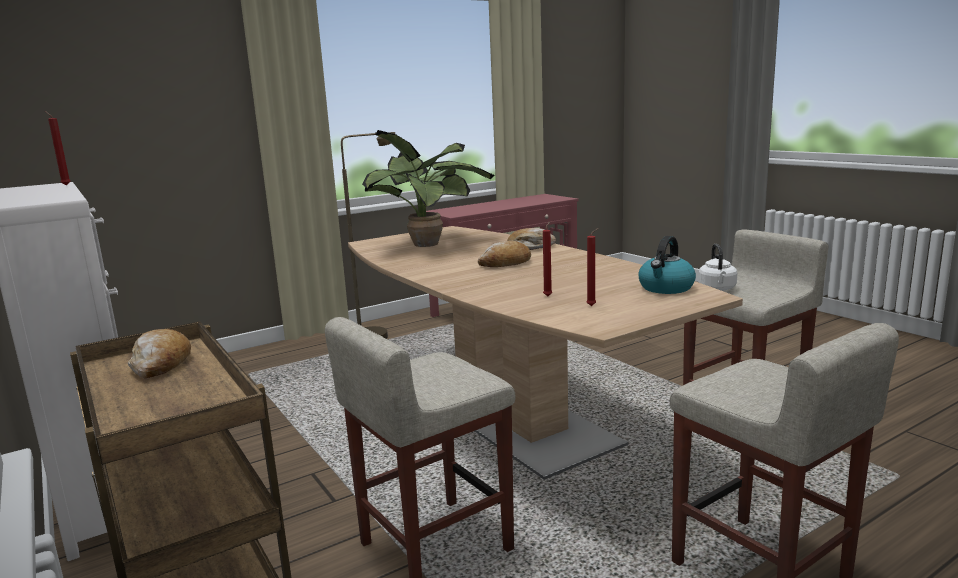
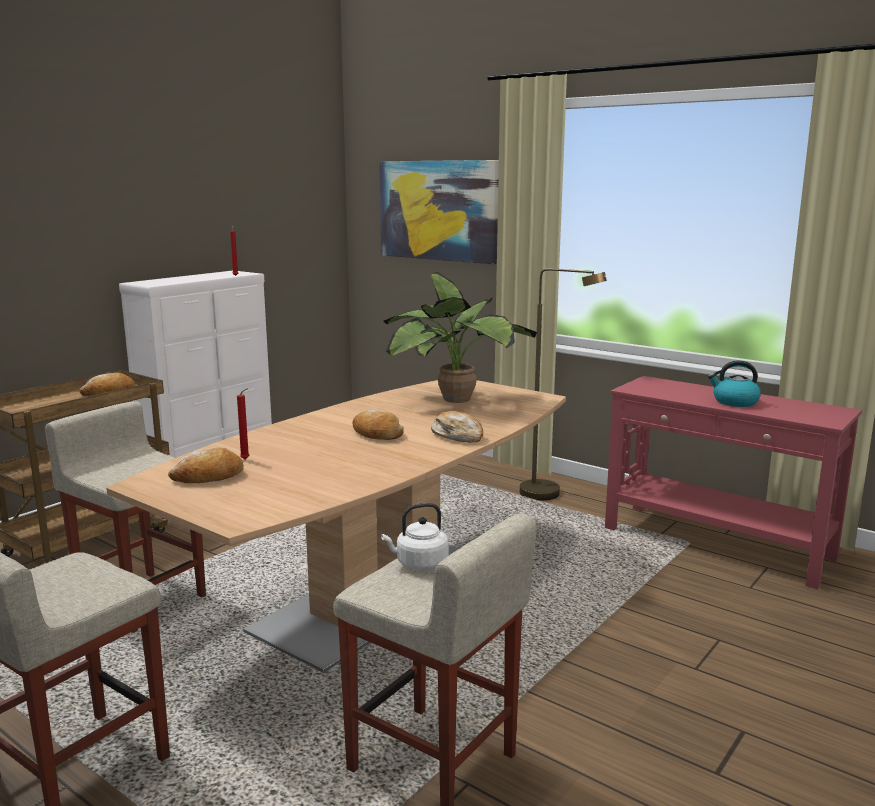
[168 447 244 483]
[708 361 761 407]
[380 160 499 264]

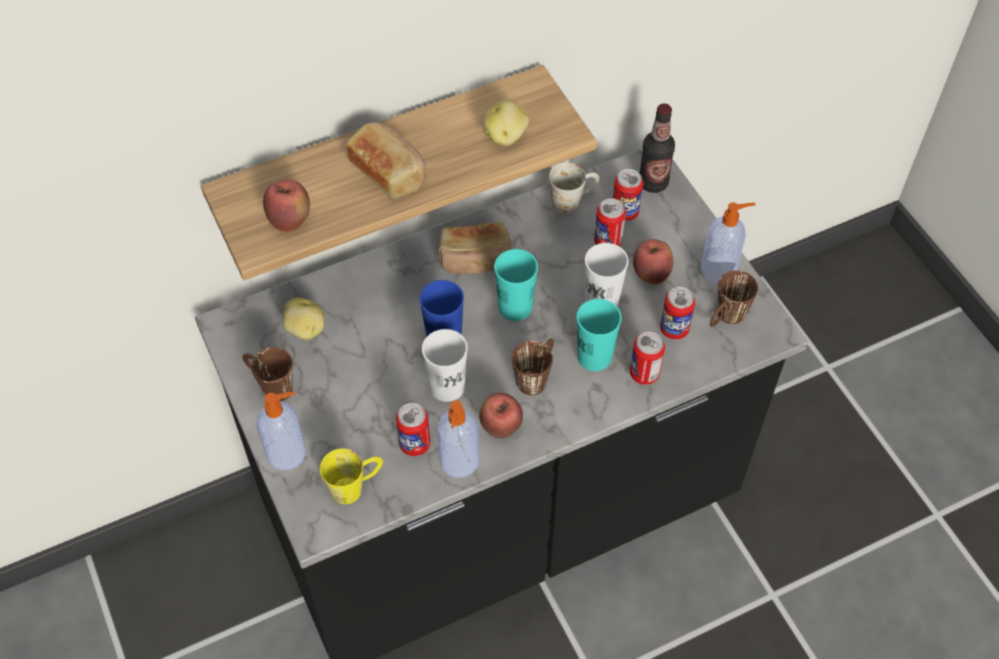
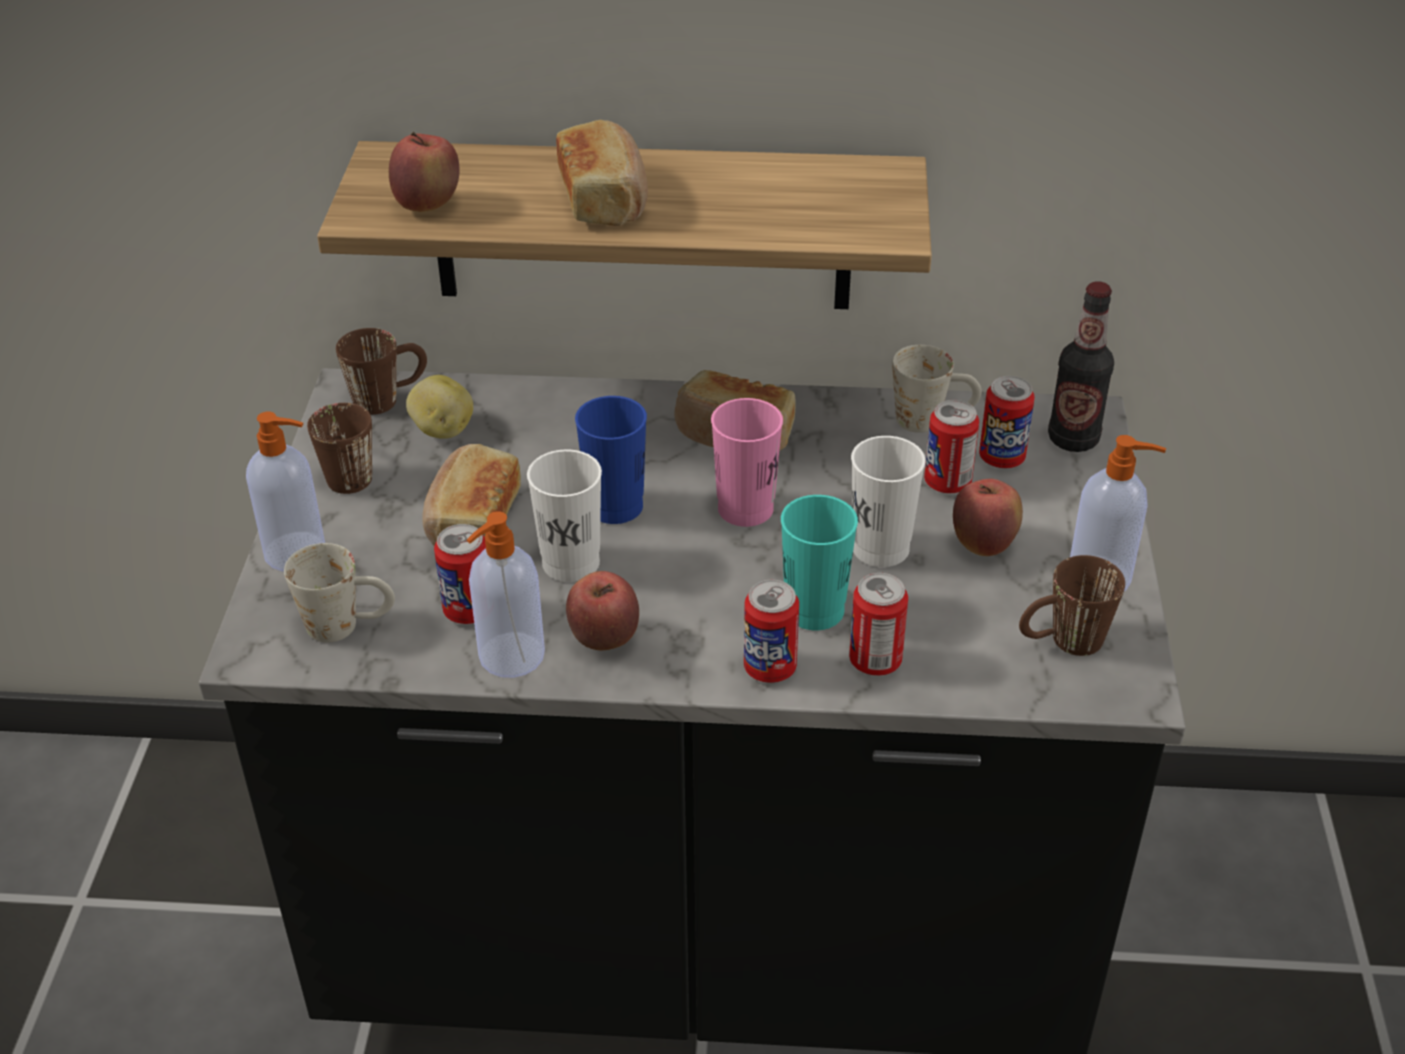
[284 543 395 643]
[483 100 529 146] (first image)
[711 398 783 527]
[336 328 427 415]
[744 580 799 683]
[422 444 521 546]

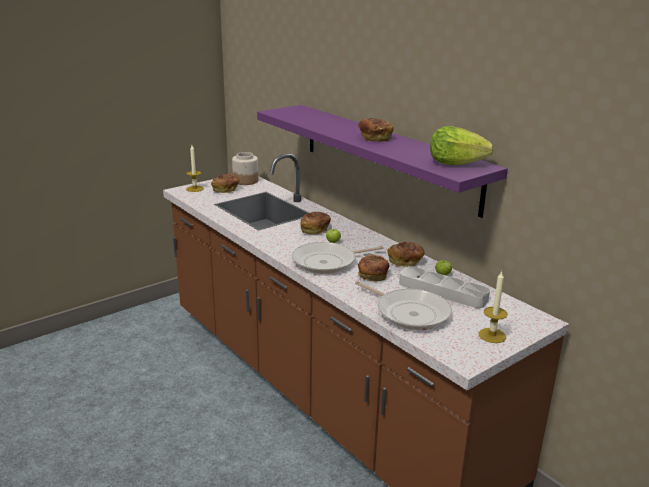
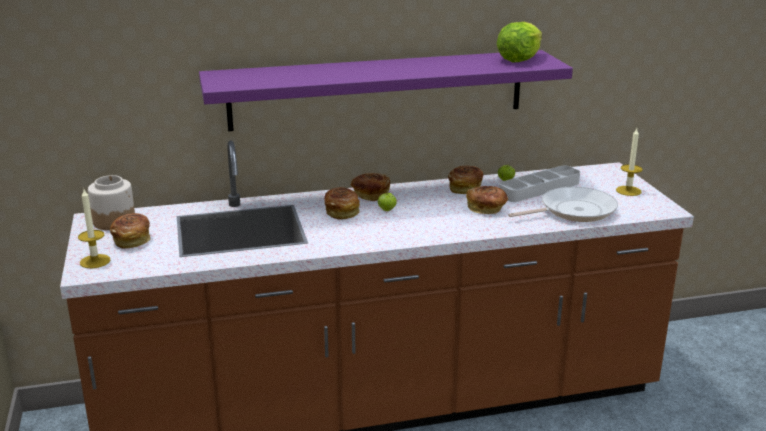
[292 242 384 274] (first image)
[351 173 390 201]

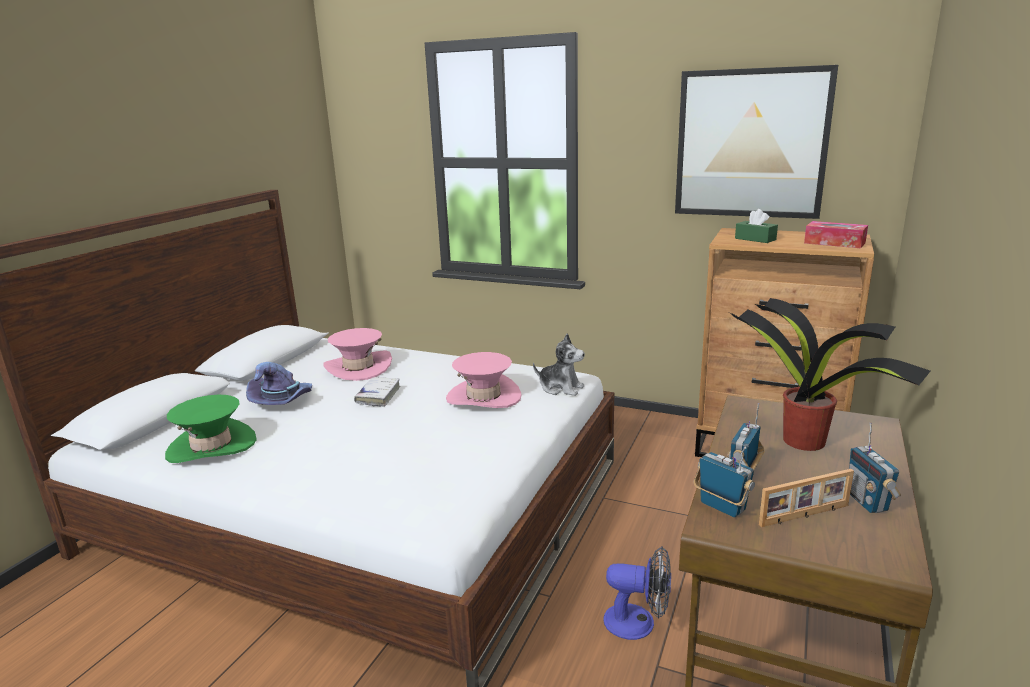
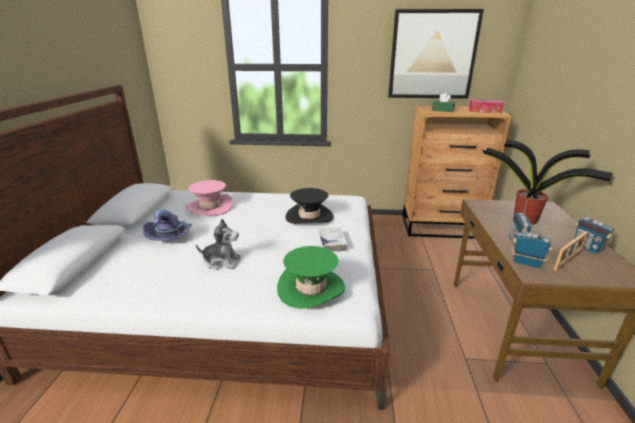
[277 246 345 309]
[319 228 348 251]
[285 188 333 224]
[196 219 241 270]
[603 547 671 640] (first image)

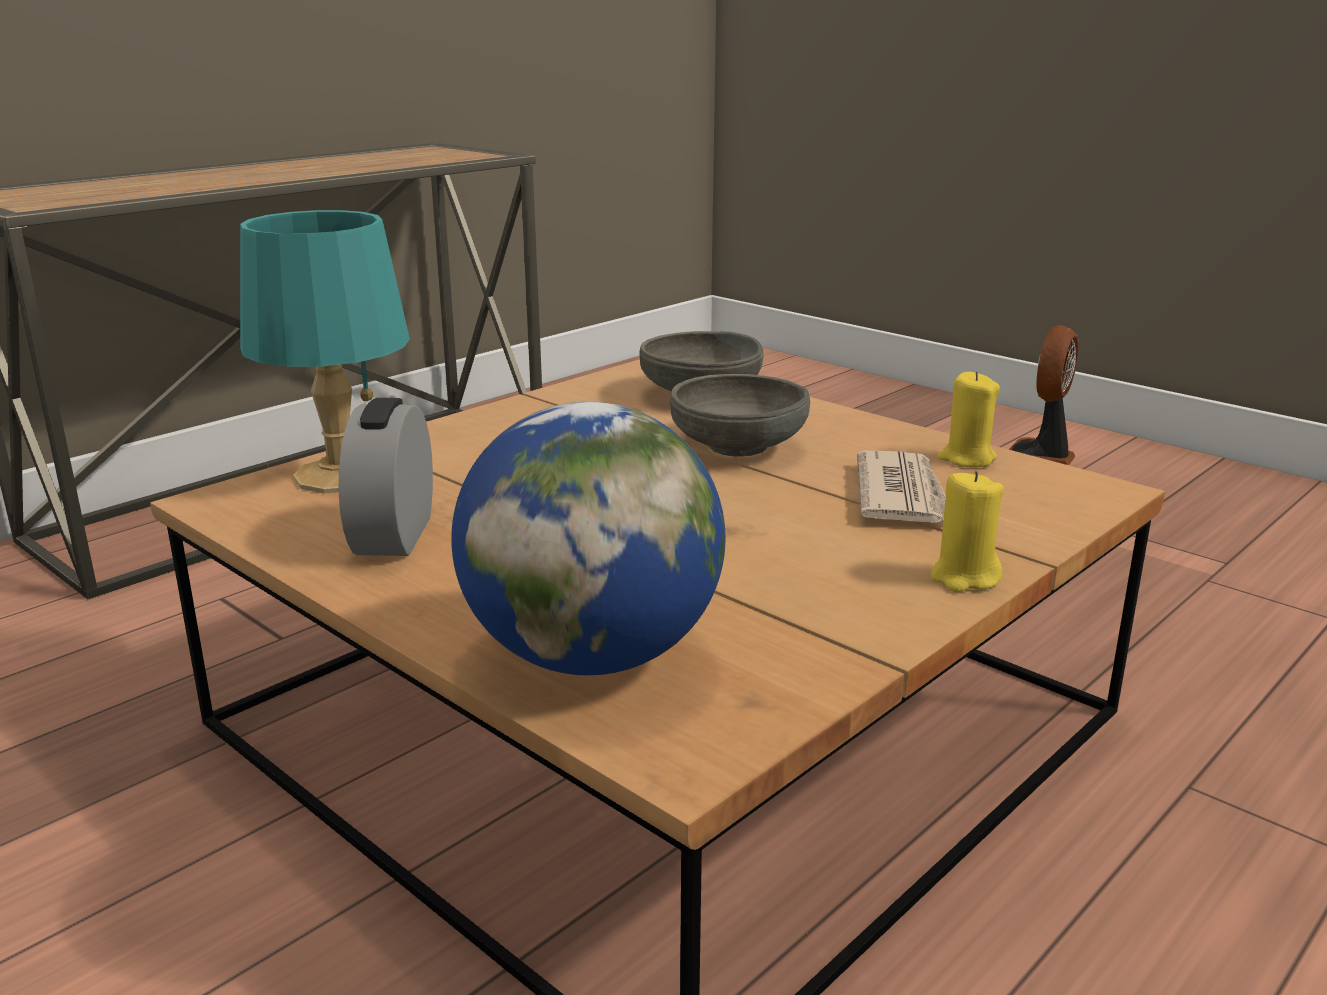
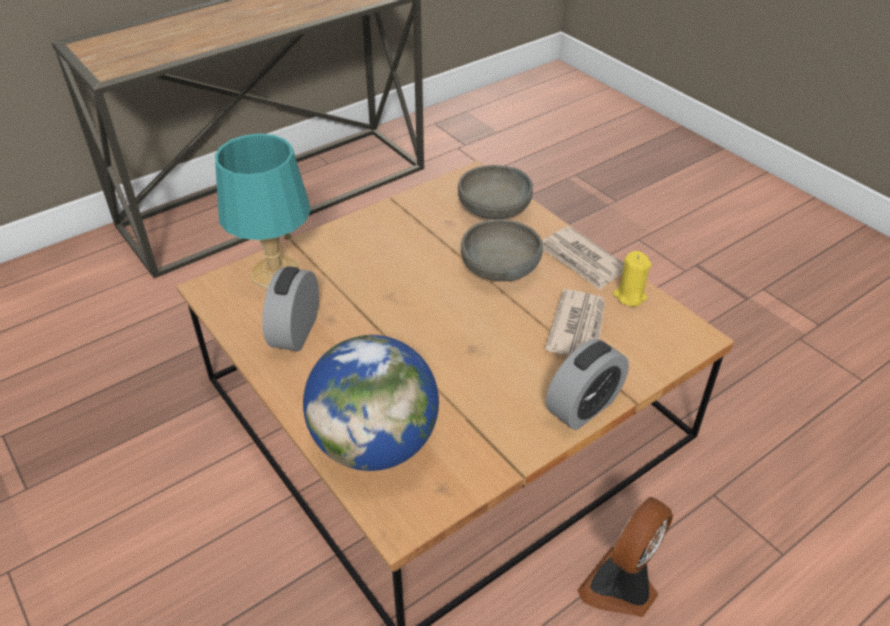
[546 339 629 430]
[577 497 673 617]
[542 226 624 290]

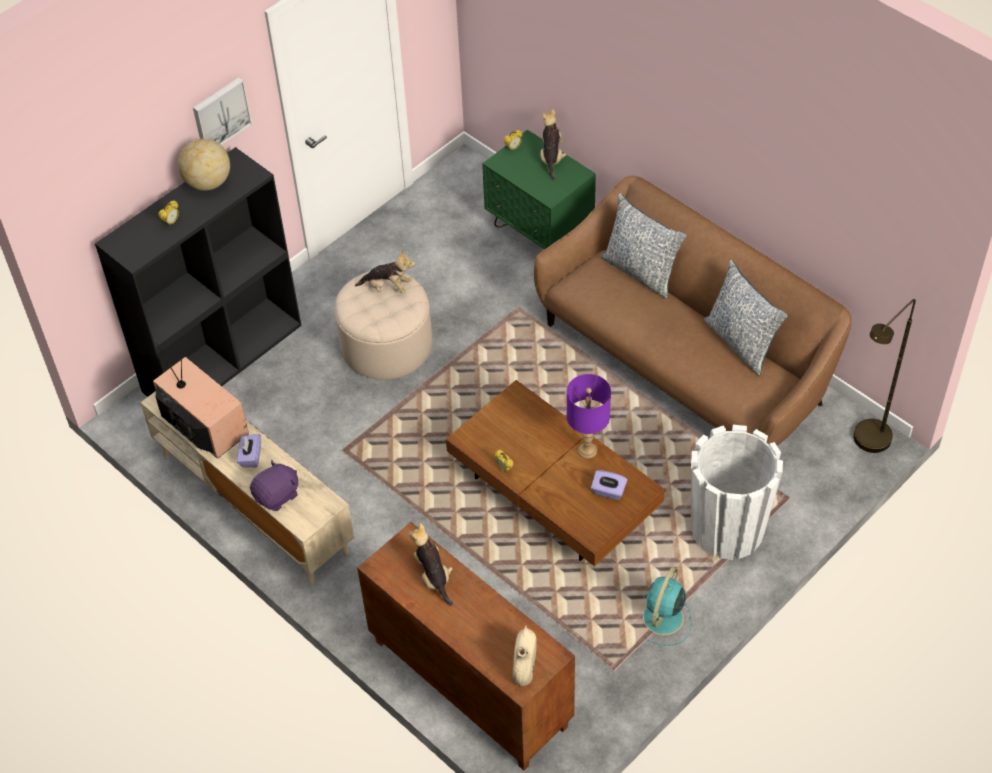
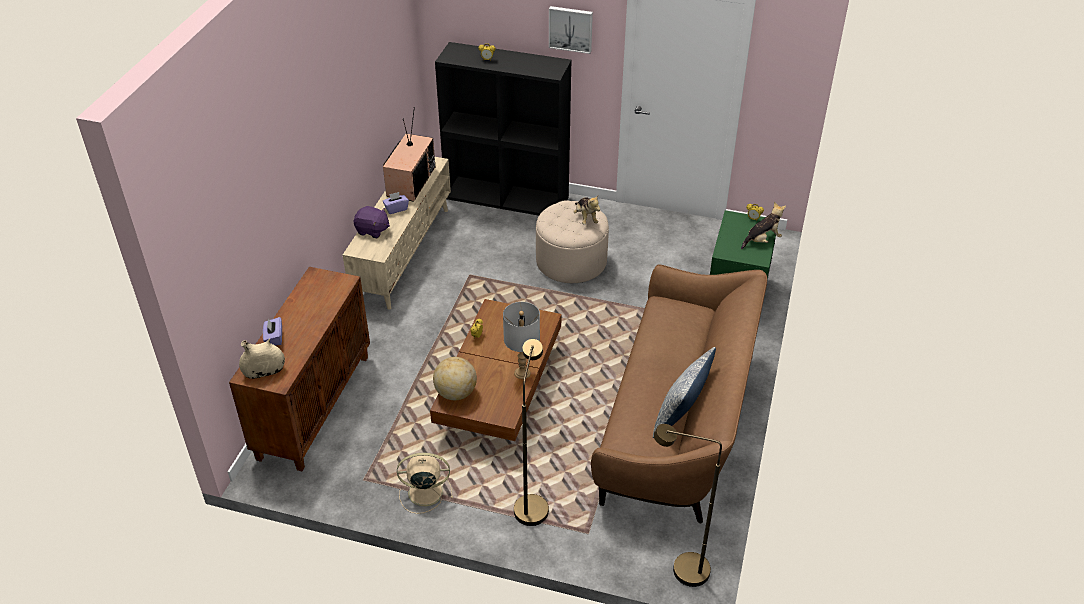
[433 357 477 400]
[409 523 453 606] (first image)
[503 302 540 379]
[263 317 282 346]
[601 193 687 299] (first image)
[397 453 453 514]
[514 339 549 526]

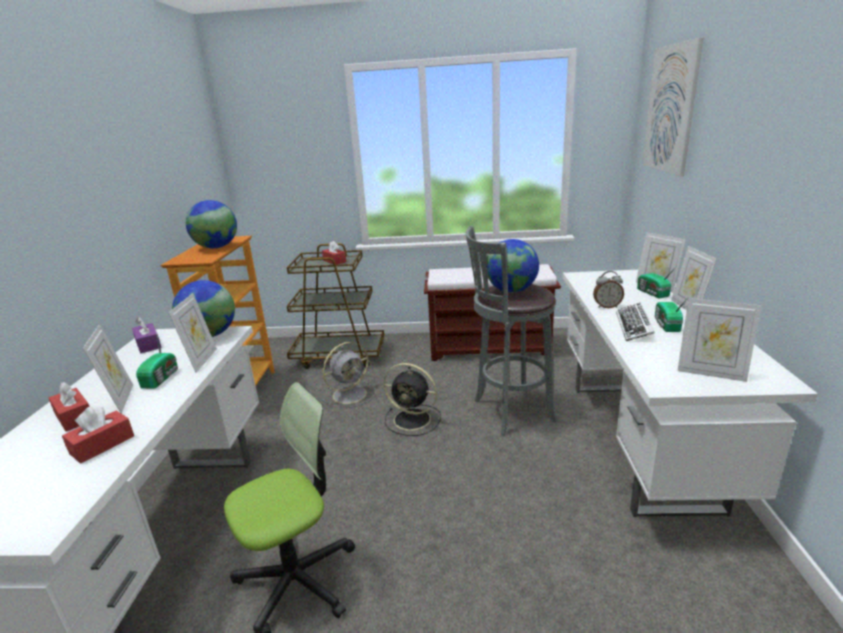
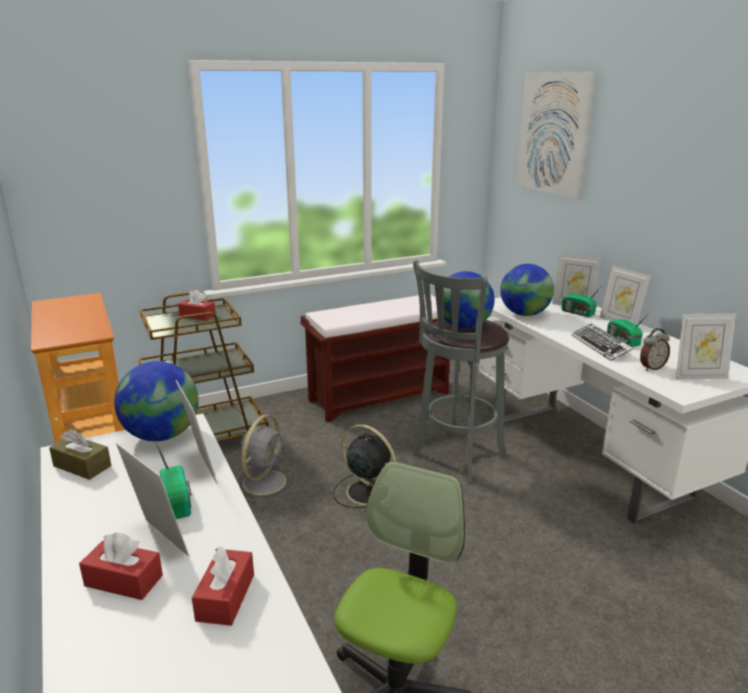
[49 428 111 480]
[500 264 554 316]
[333 424 396 508]
[640 328 670 371]

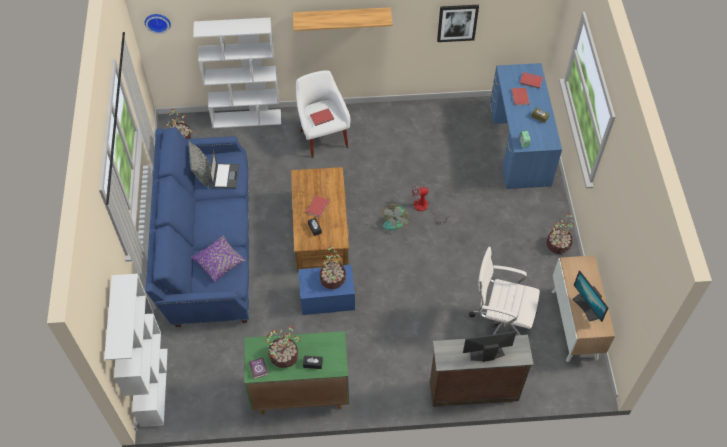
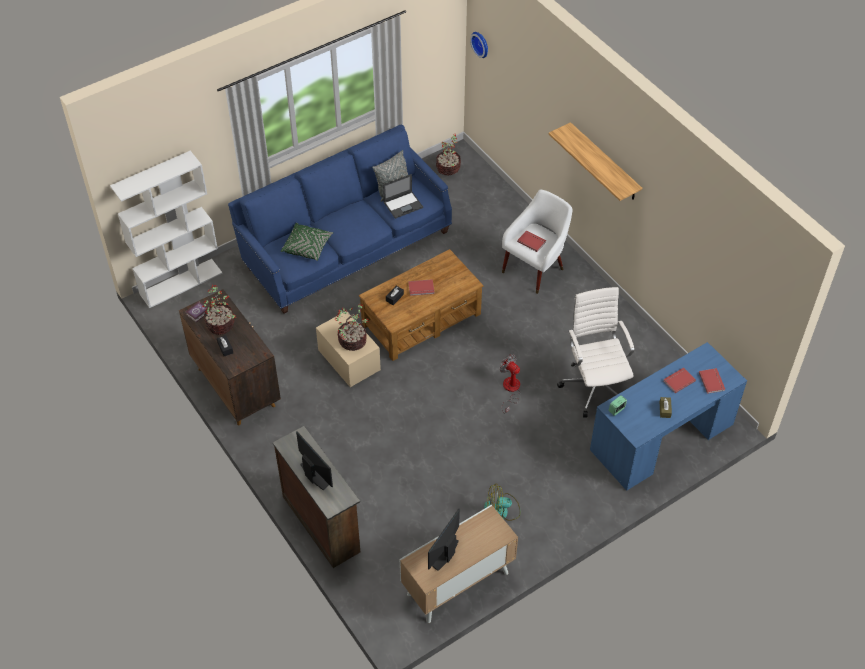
[281 223 333 261]
[193 18 281 128] (first image)
[179 289 281 425]
[316 311 381 387]
[484 485 521 521]
[437 5 479 42] (first image)
[557 287 634 418]
[547 214 575 254] (first image)

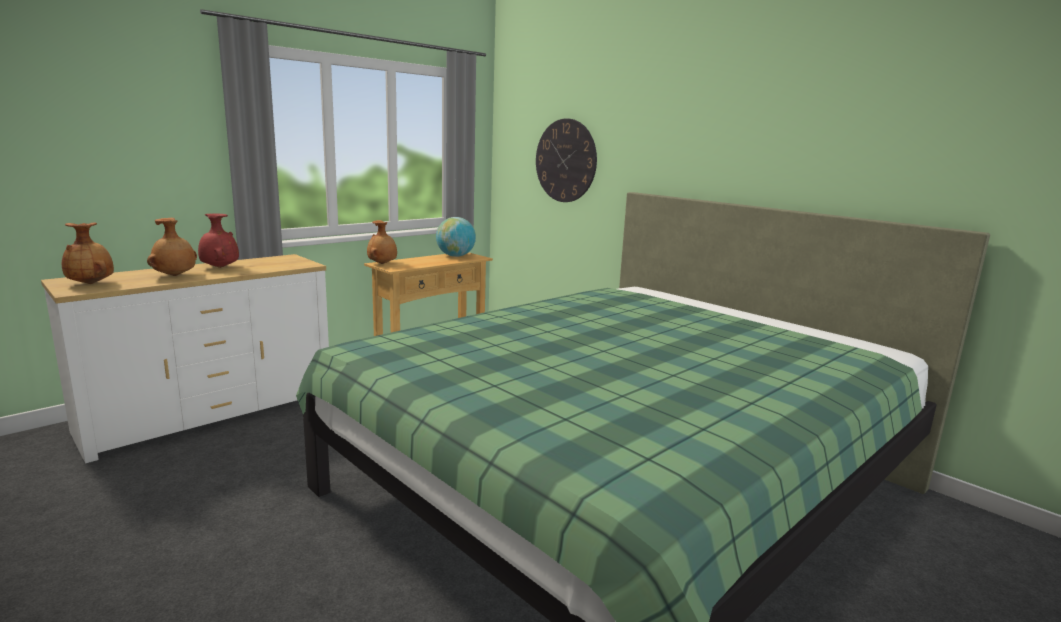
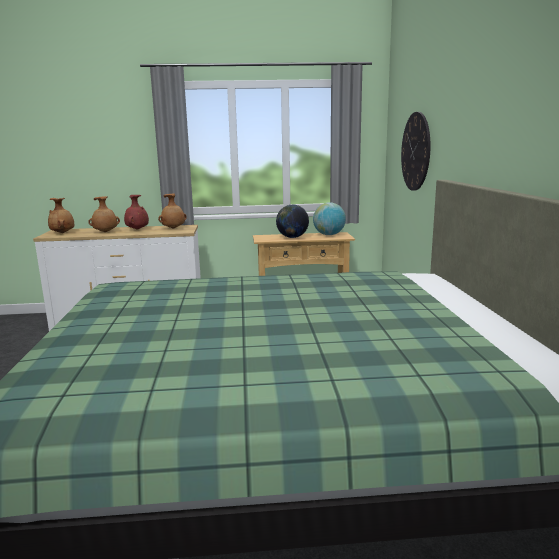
[158 194 187 229]
[276 204 309 238]

